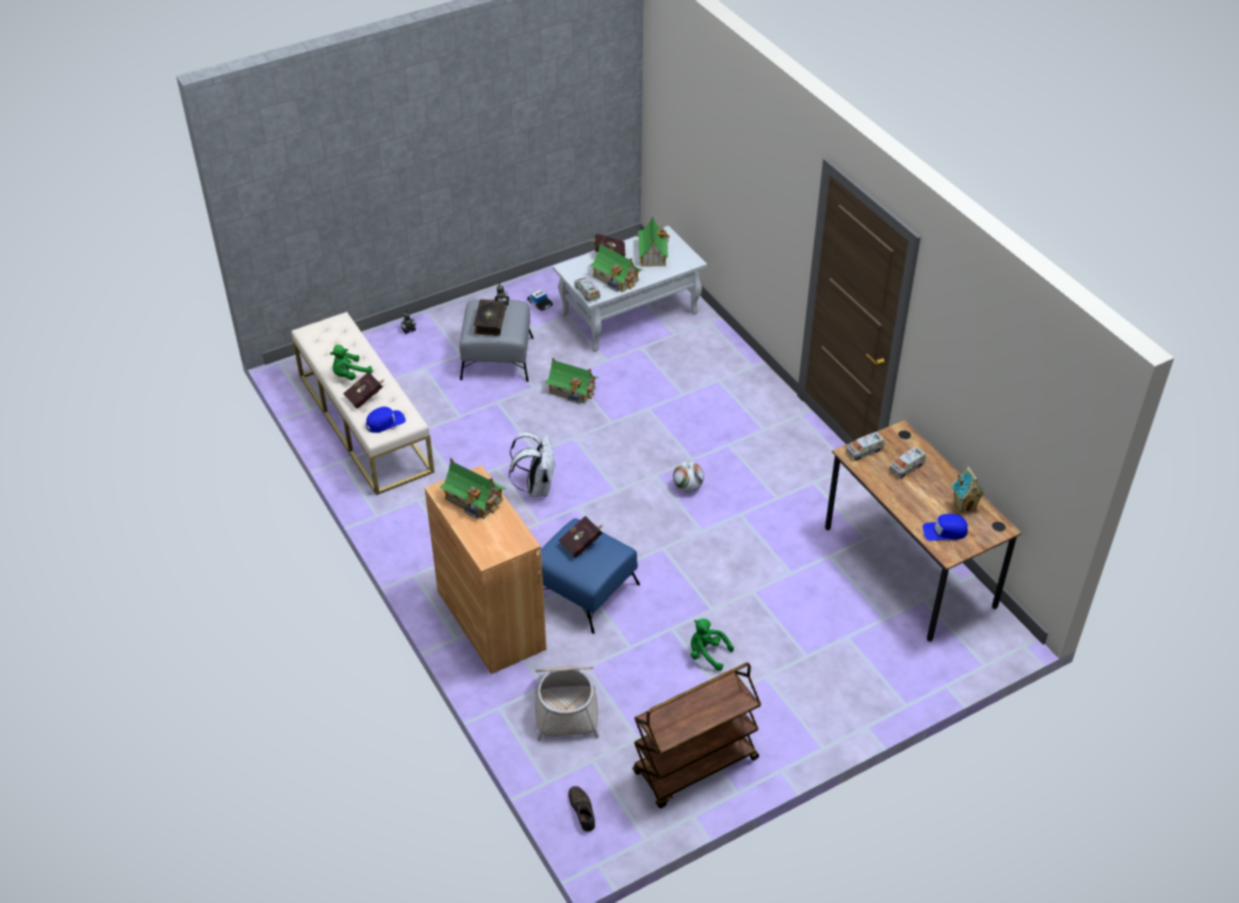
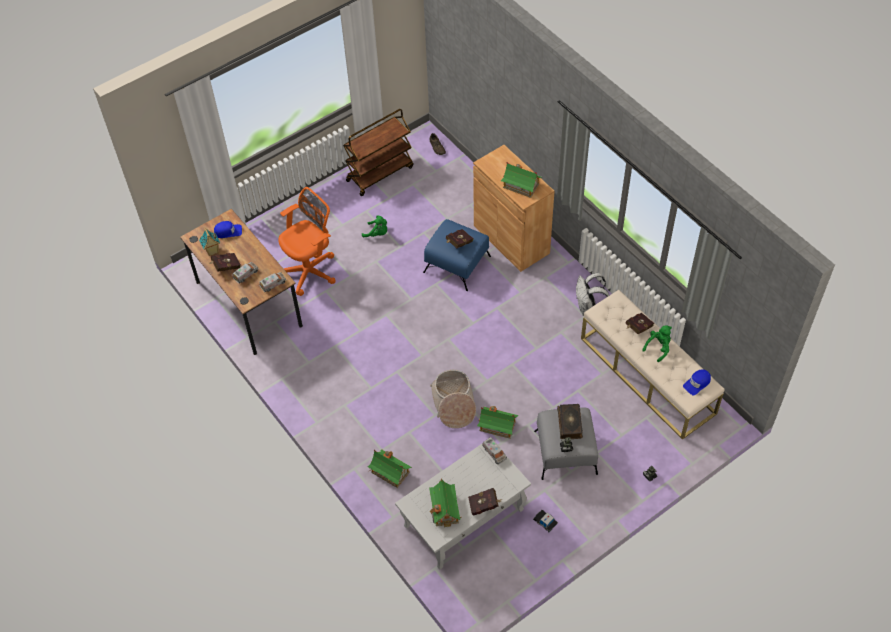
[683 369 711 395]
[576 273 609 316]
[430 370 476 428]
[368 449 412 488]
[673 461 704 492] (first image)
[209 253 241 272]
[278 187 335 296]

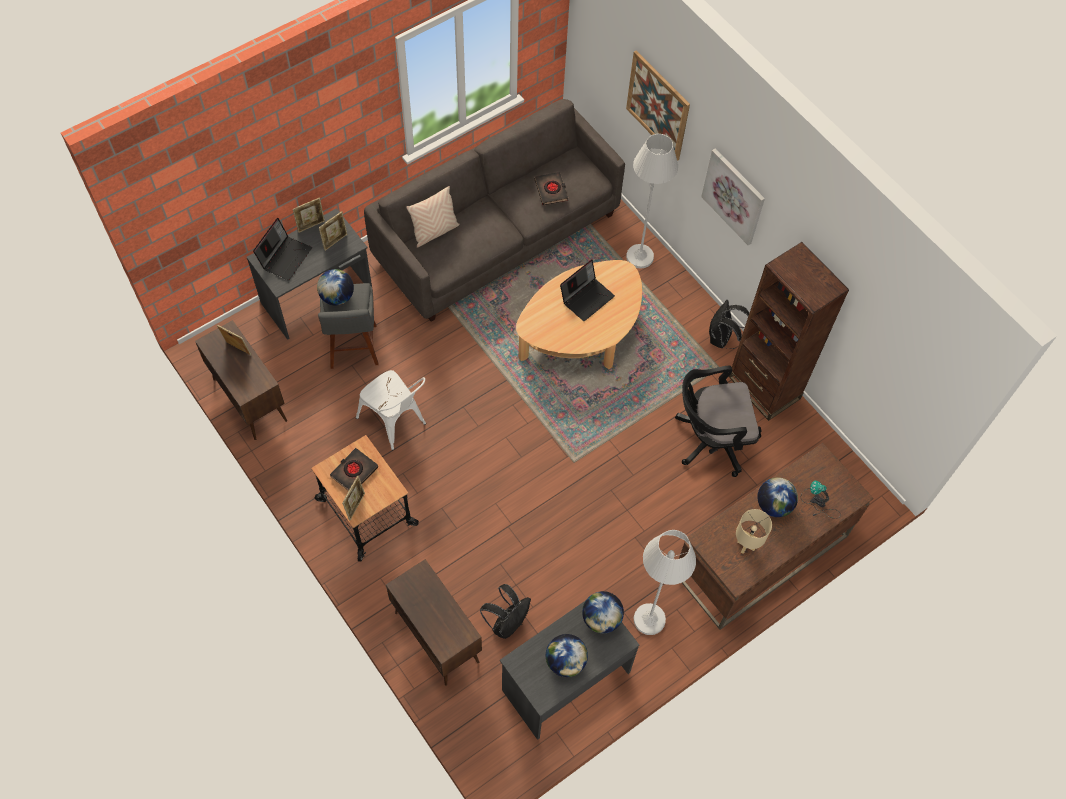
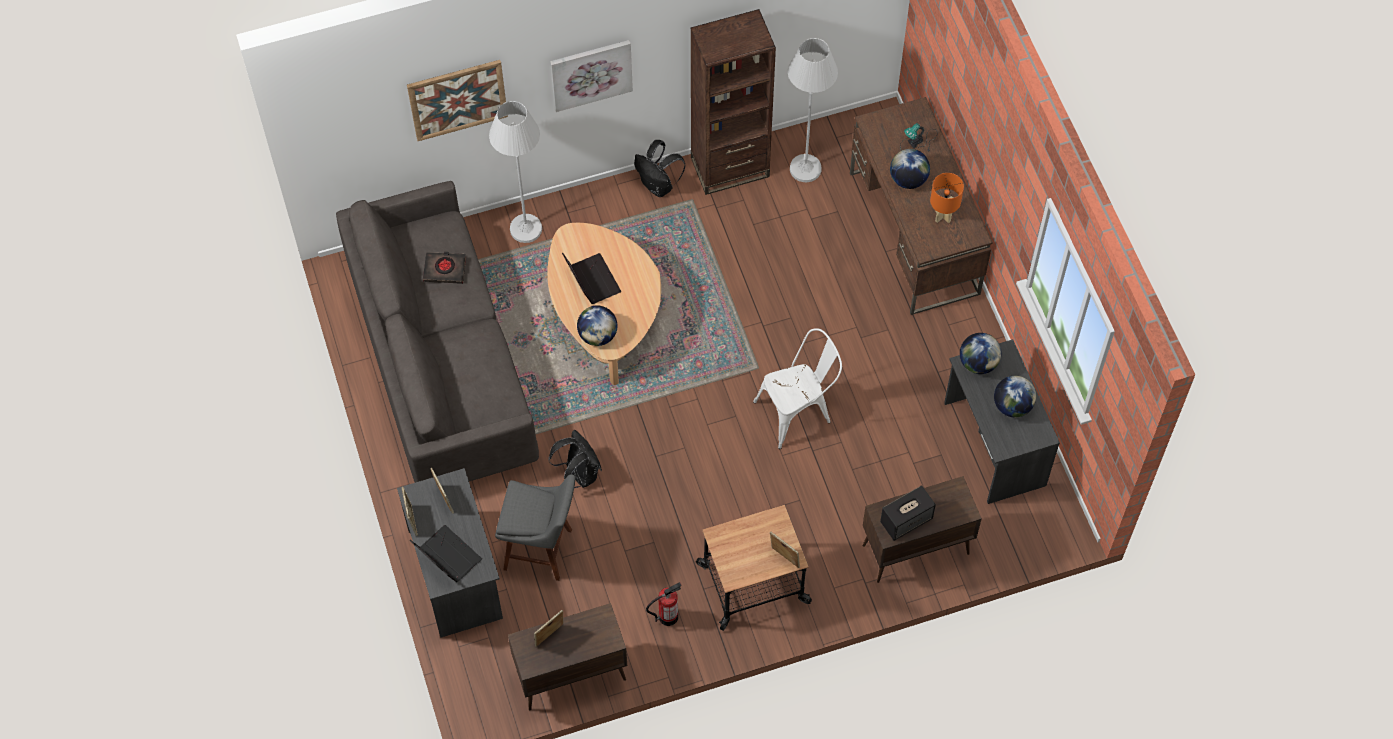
[577 305 618 346]
[330 448 378 491] (first image)
[753 328 842 449]
[406 186 460 248] (first image)
[549 430 602 488]
[788 38 838 182]
[675 366 762 477] (first image)
[930 173 964 223]
[646 582 682 626]
[880 485 936 541]

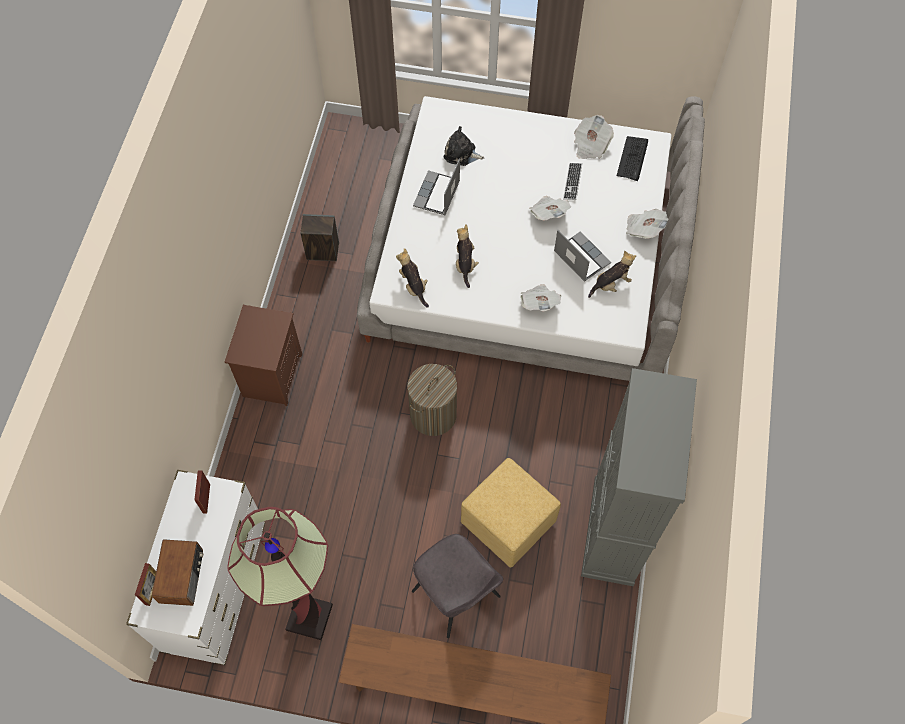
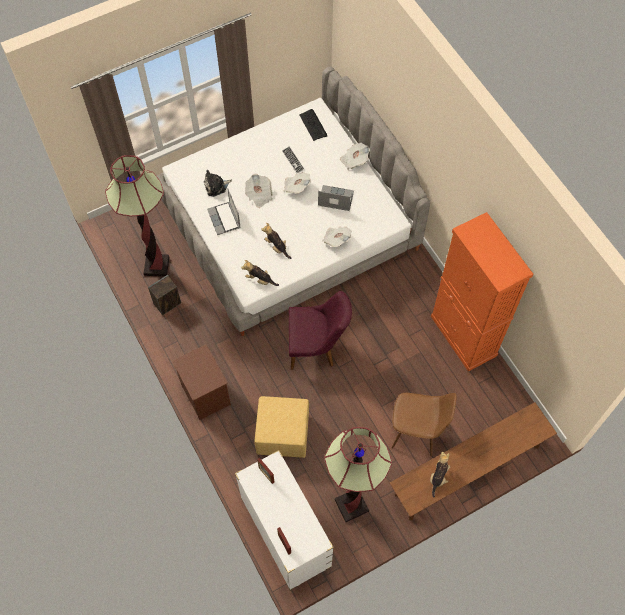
[152 539 203 606] (first image)
[289 291 352 370]
[392 393 457 456]
[254 396 309 458]
[245 174 273 208]
[431 212 533 372]
[430 452 450 497]
[105 155 169 277]

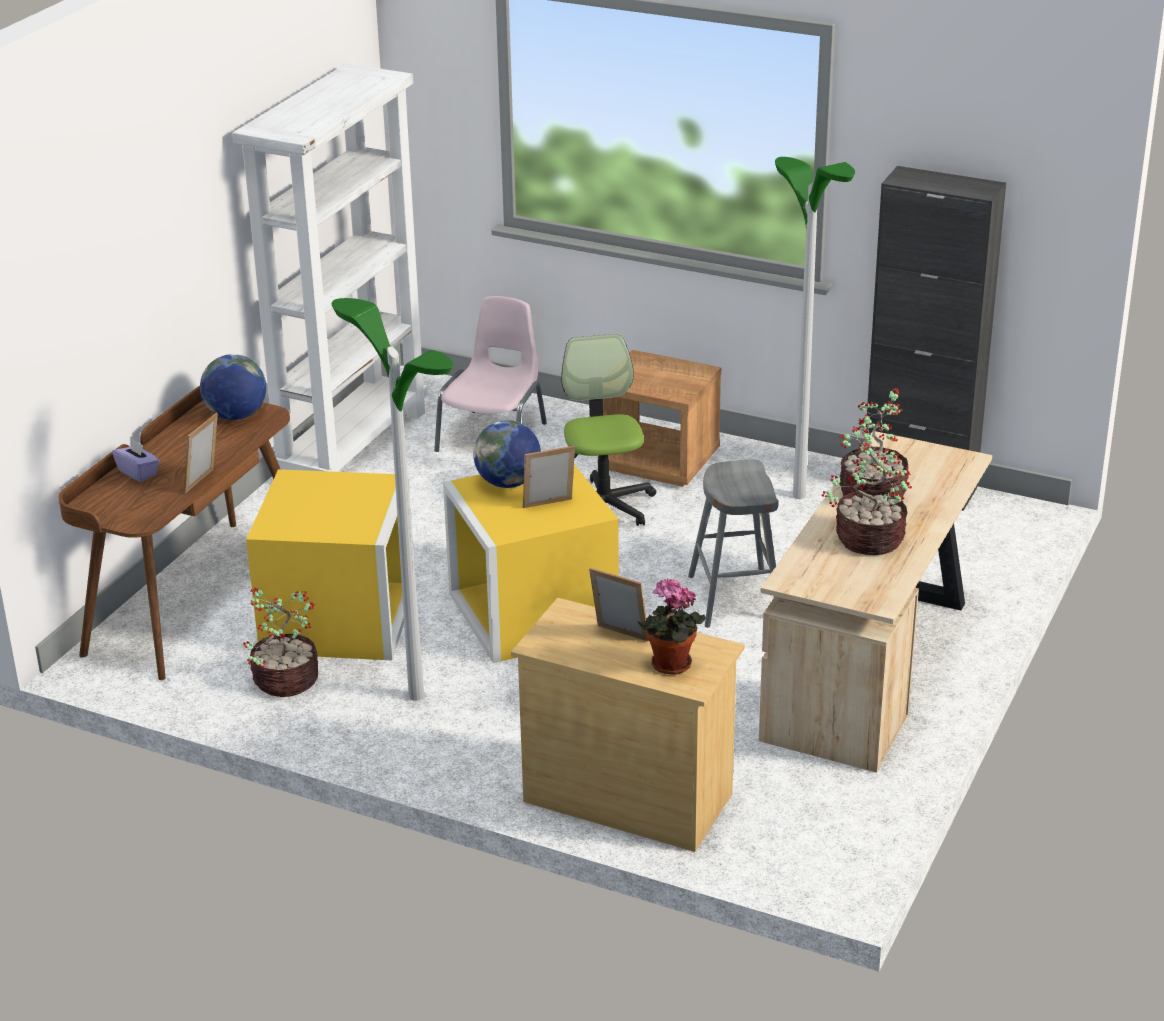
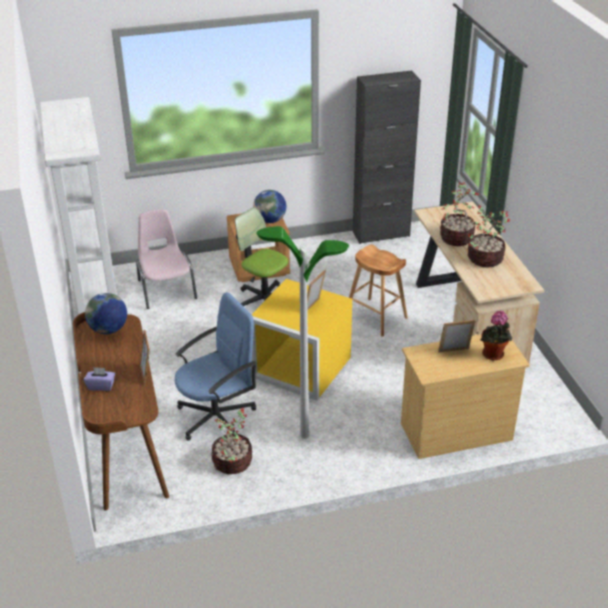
[175 292 257 440]
[253 190 286 223]
[349 244 408 336]
[775 157 855 499] (first image)

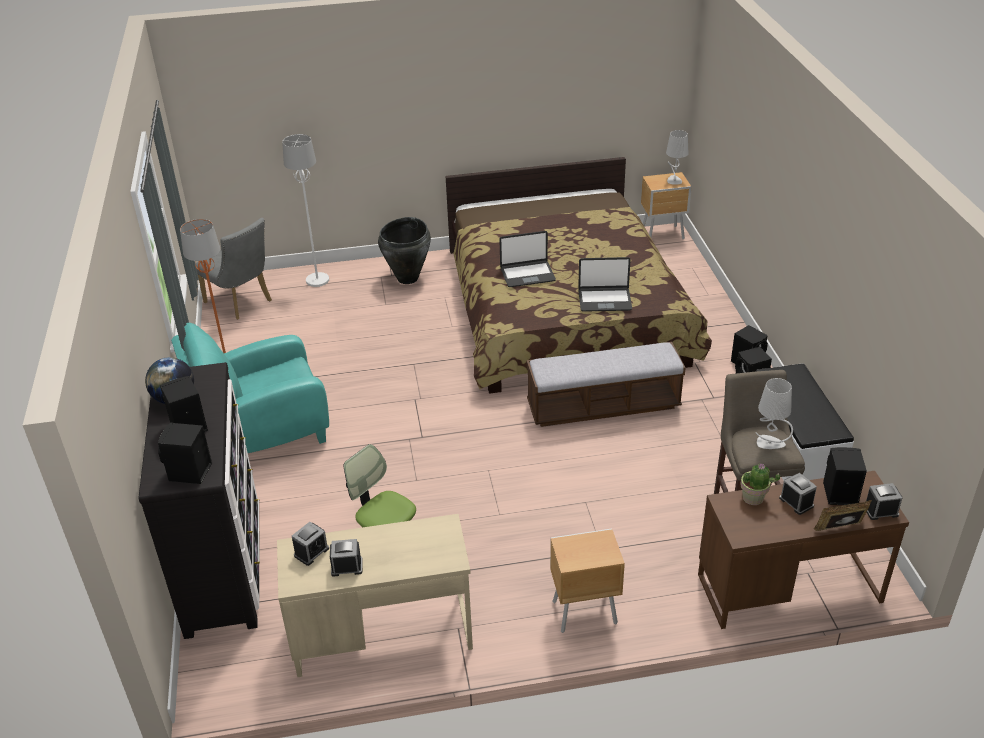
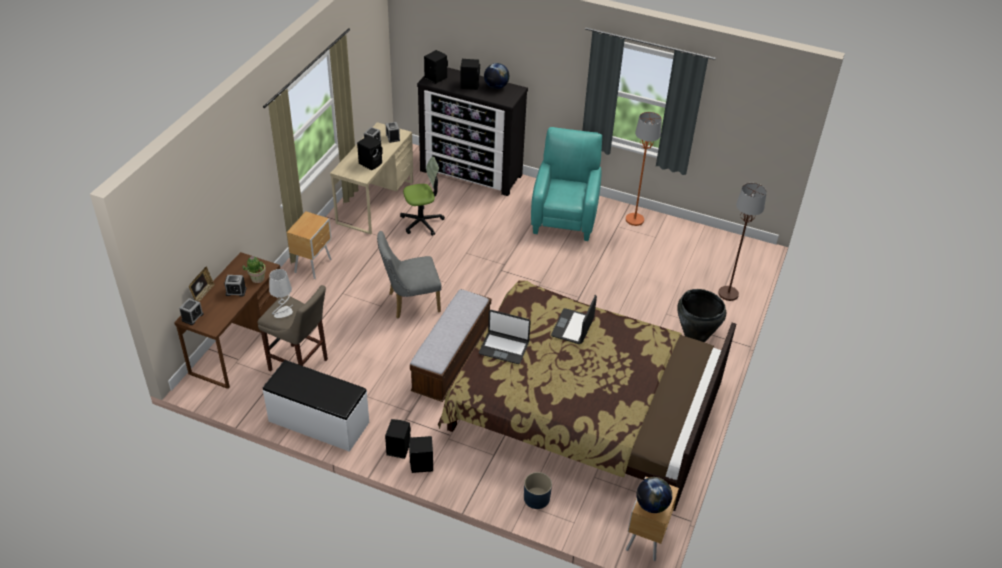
[377 231 441 318]
[718 183 767 301]
[479 310 531 364]
[636 477 672 513]
[357 136 383 170]
[524 472 552 509]

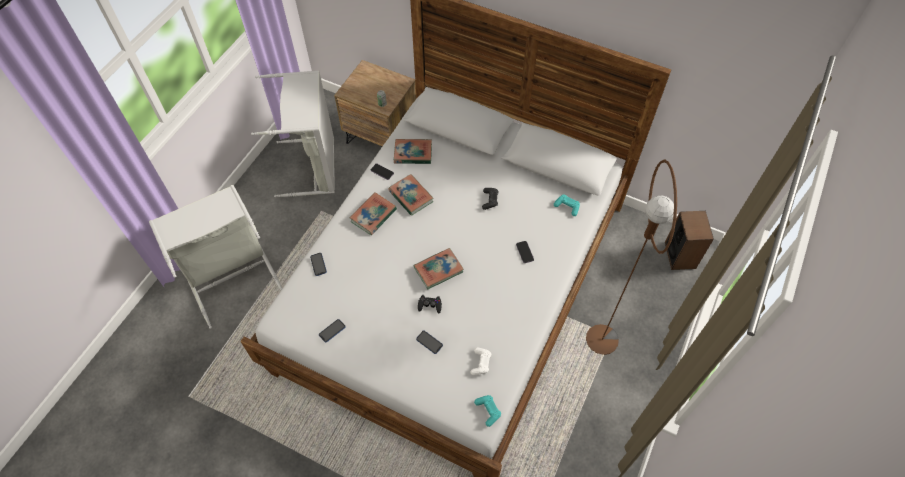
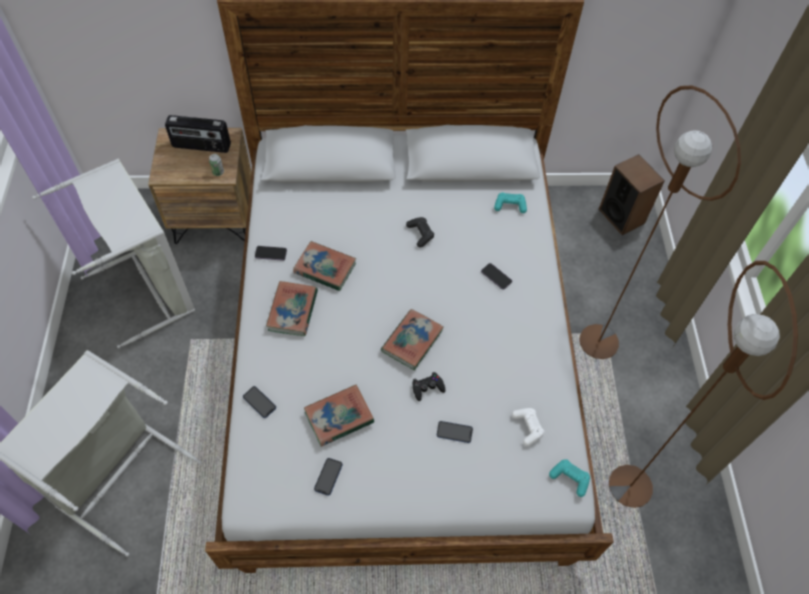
[304 385 374 447]
[165 115 231 153]
[609 261 798 508]

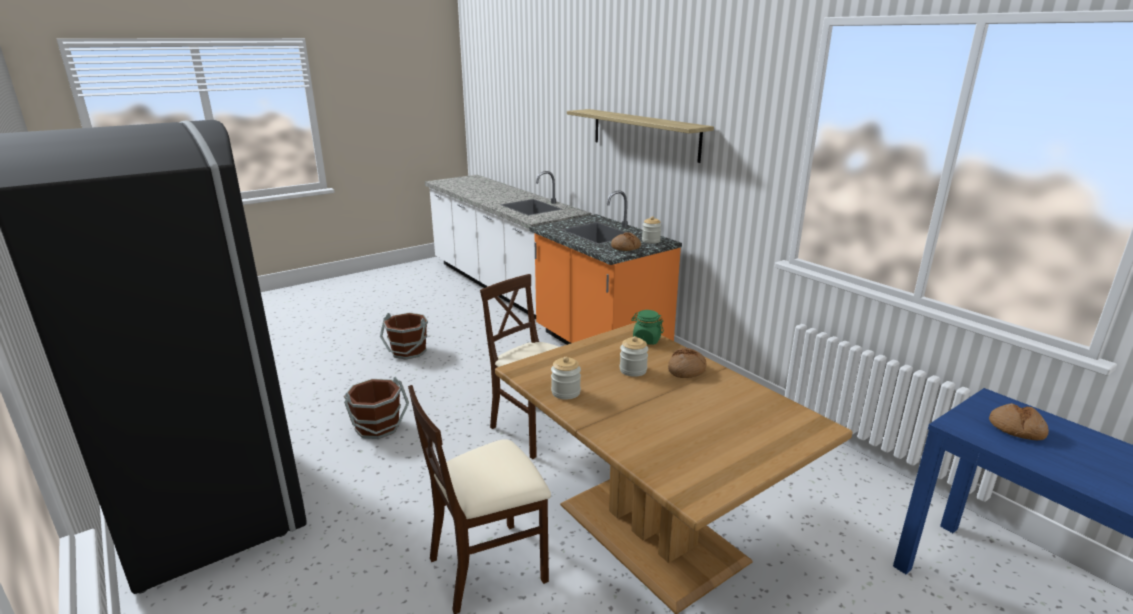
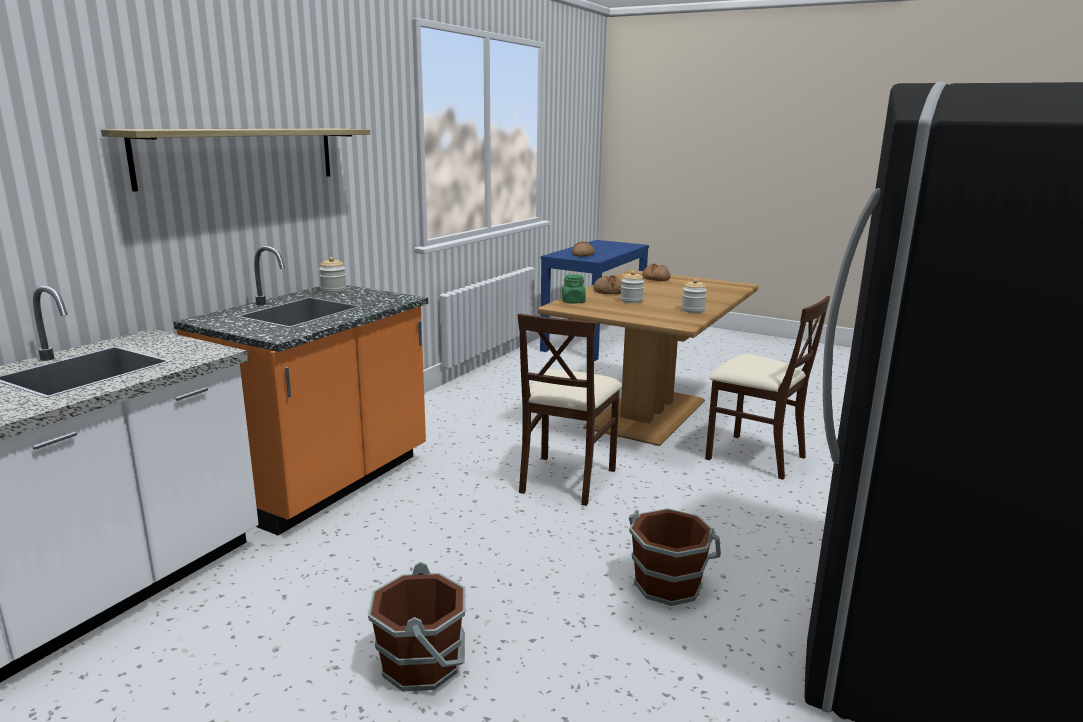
[642 263 670 281]

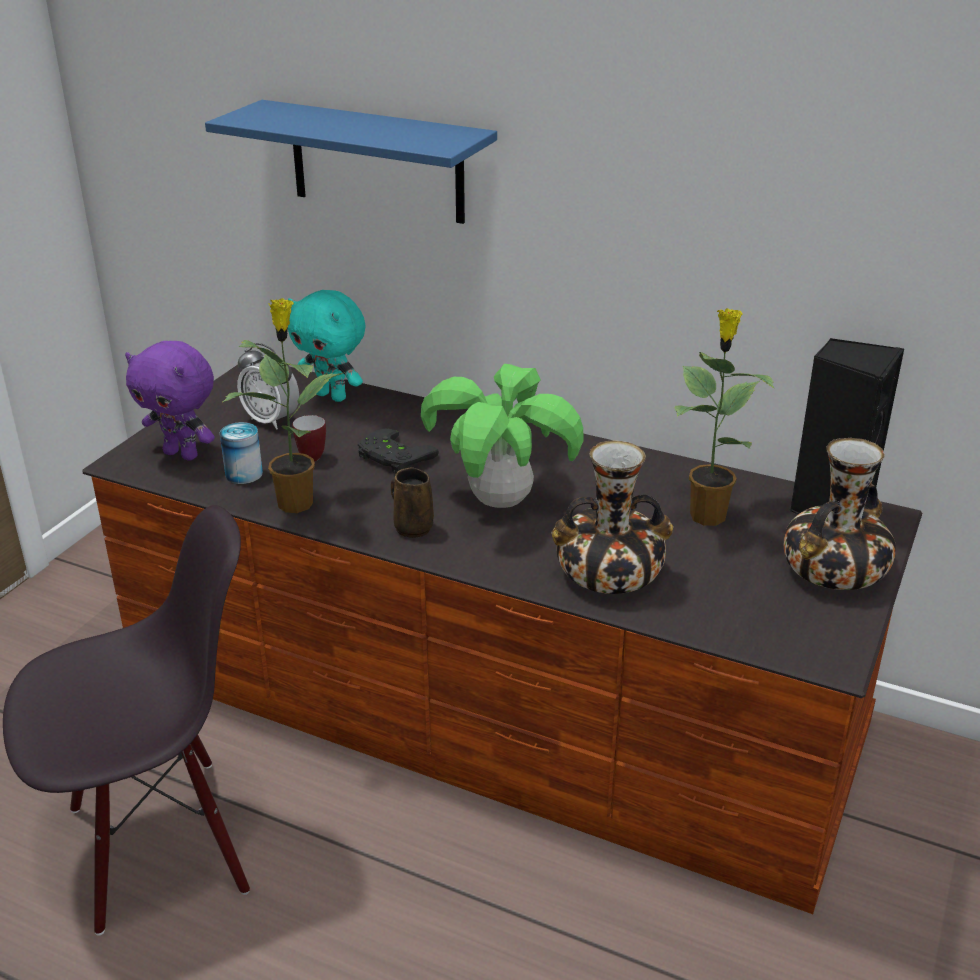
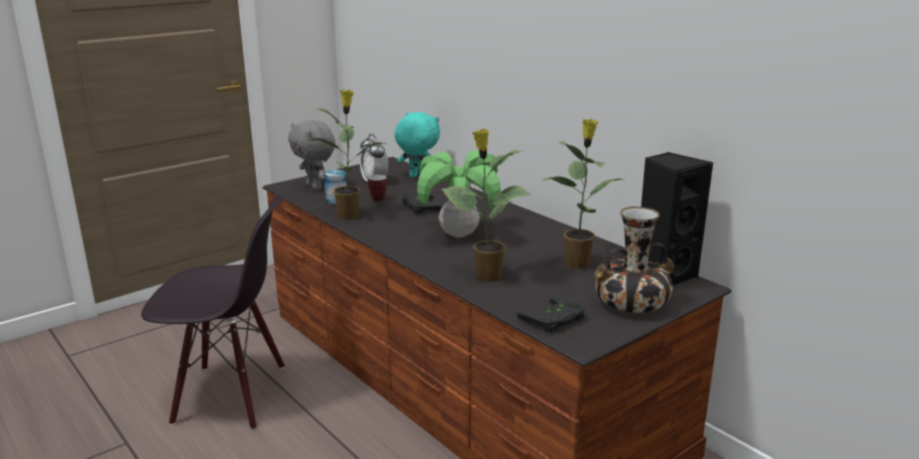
[288 120 335 191]
[205 100 497 224] (first image)
[395 112 440 177]
[391 467 434 538] (first image)
[442 129 531 282]
[517 296 585 333]

